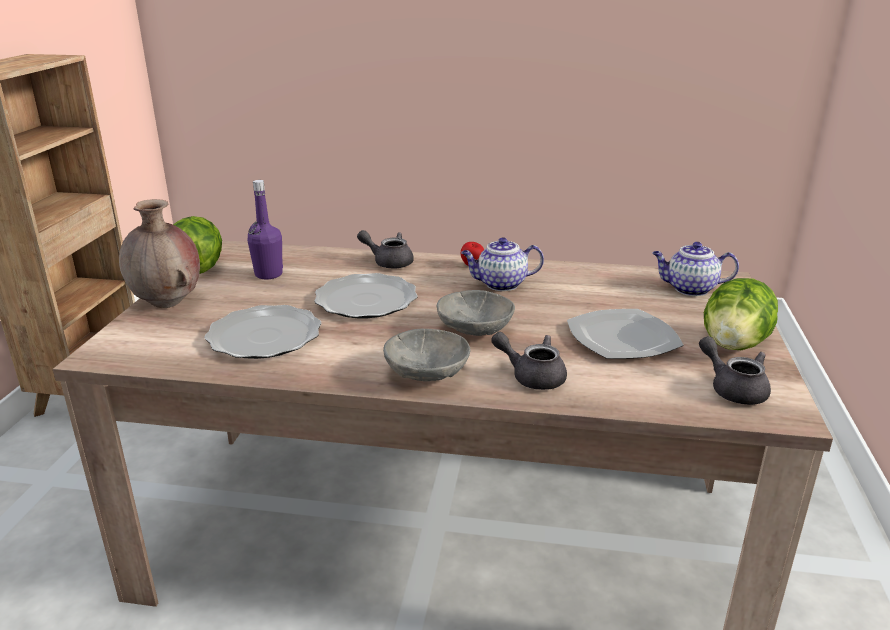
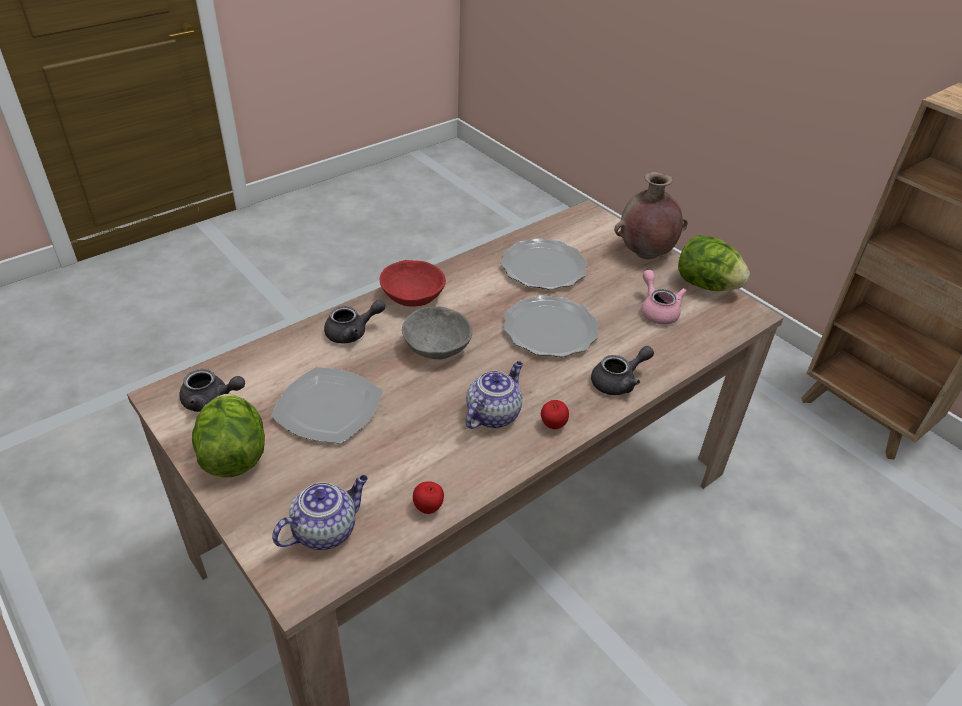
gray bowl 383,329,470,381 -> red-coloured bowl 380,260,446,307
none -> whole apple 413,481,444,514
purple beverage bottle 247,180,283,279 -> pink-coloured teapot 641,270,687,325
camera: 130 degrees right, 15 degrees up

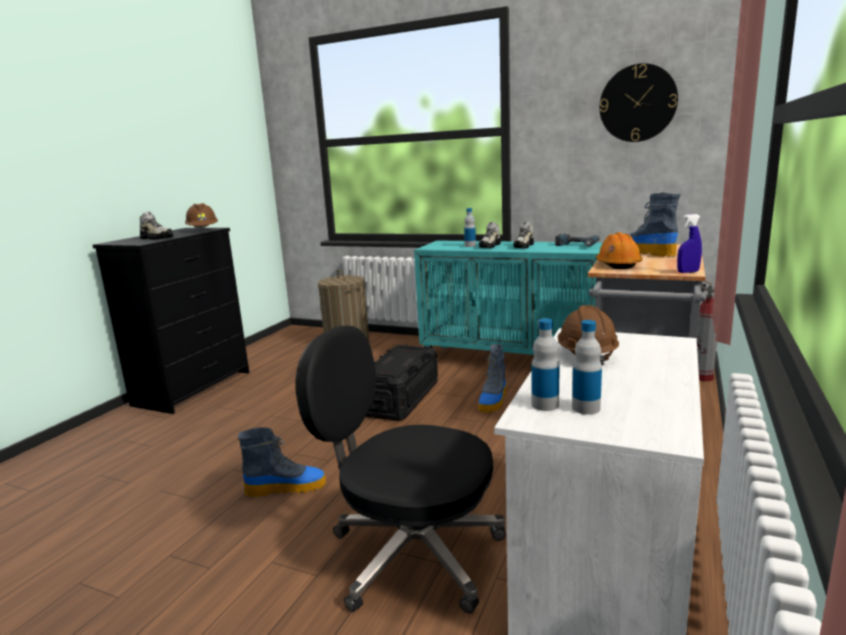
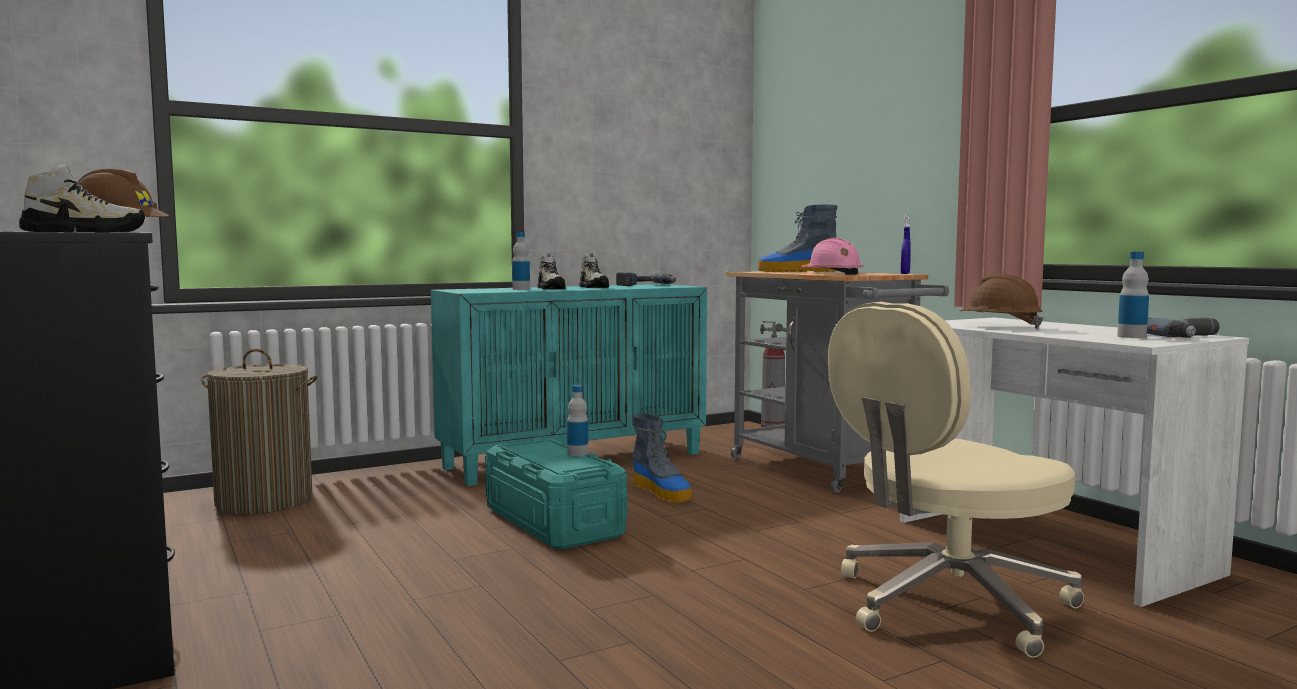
black storage bin 366,345,438,421 -> blue-green storage bin 485,439,627,549
beverage bottle 532,318,560,411 -> beverage bottle 567,385,588,456, relocated
orangey hard hat 596,232,643,269 -> pink-coloured hard hat 800,238,864,275
black computer chair 295,326,506,613 -> beige computer chair 828,302,1084,658
none -> electric drill 1147,318,1220,338
high-top boot 238,427,326,497 -> none
clock on the wall 599,63,678,142 -> none
camera: 55 degrees left, 10 degrees down

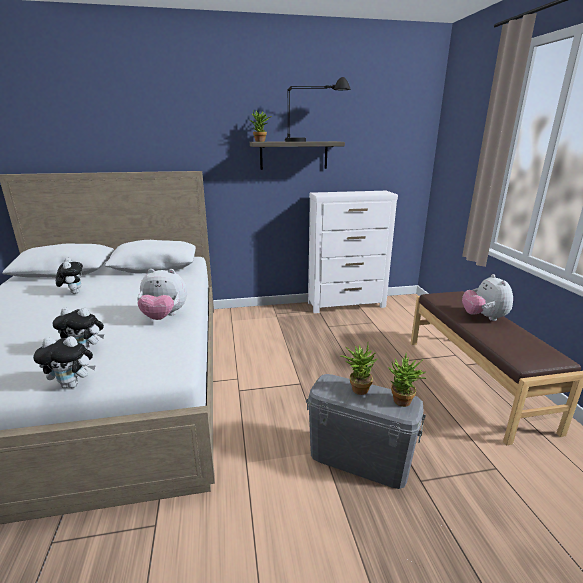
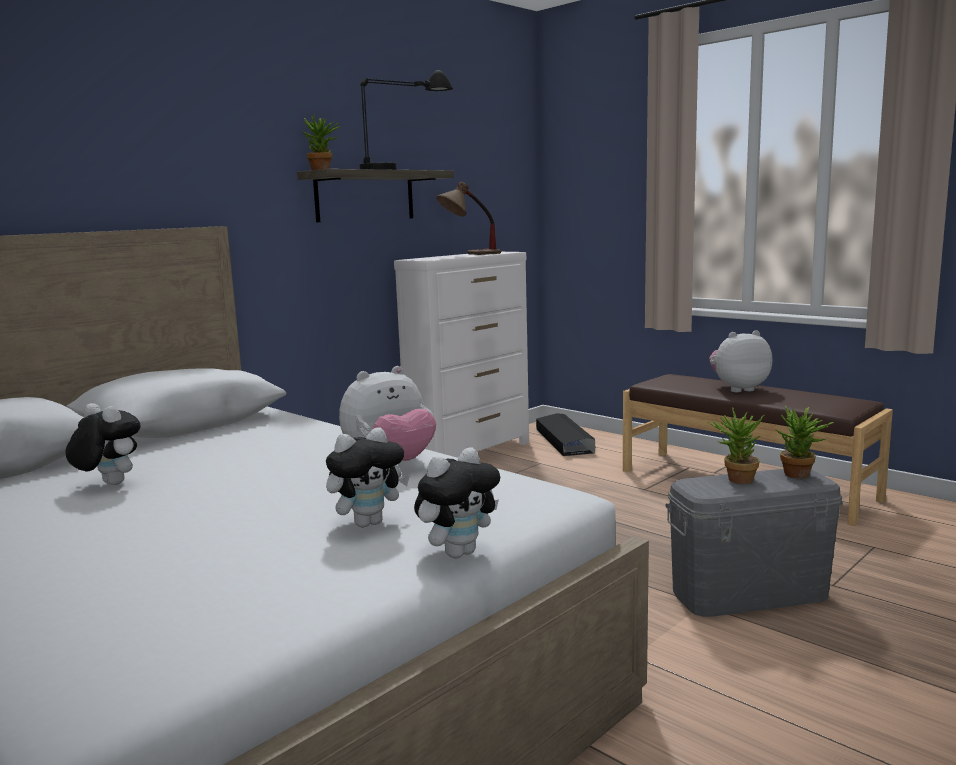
none -> tabletop lamp 436,182,501,255
none -> black storage bin 536,413,595,456
soft toy 462,274,513,321 -> soft toy 709,330,772,392, 120 degrees clockwise
camera: 35 degrees left, 10 degrees down

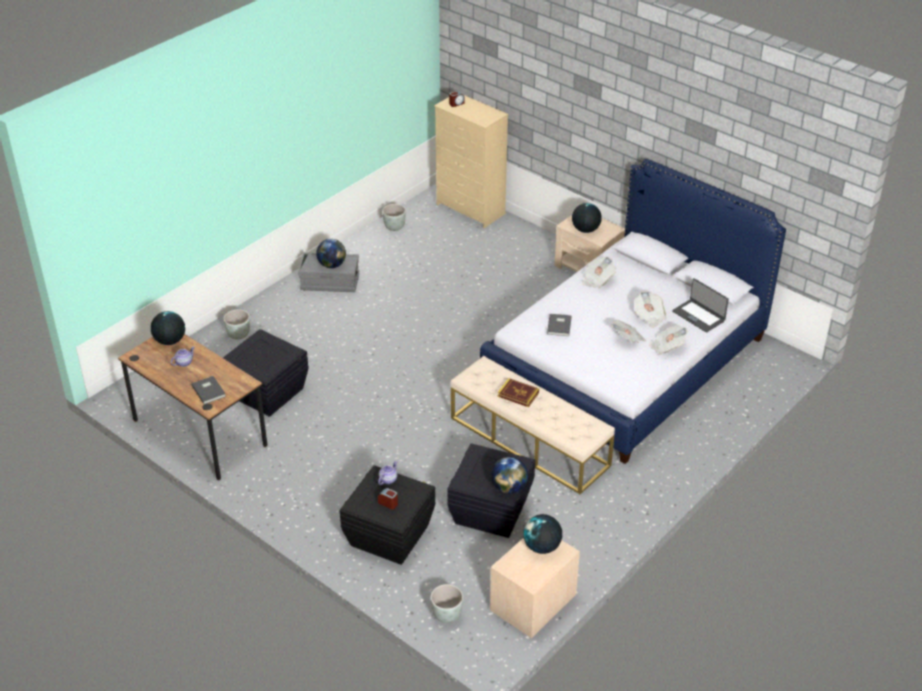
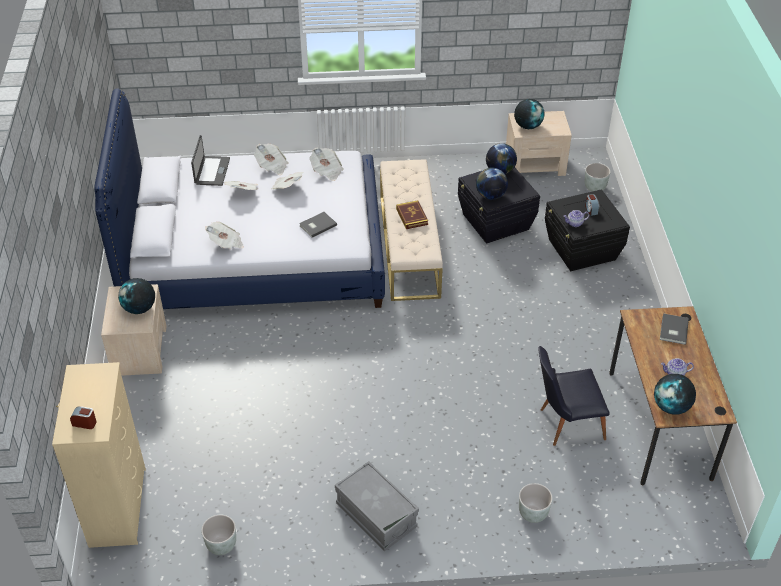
none -> newspaper 309,148,344,181
desk globe 316,239,346,268 -> desk globe 476,168,508,200, relocated
black storage bin 223,329,308,417 -> black plain chair 538,346,610,446
camera: 135 degrees left, 5 degrees up

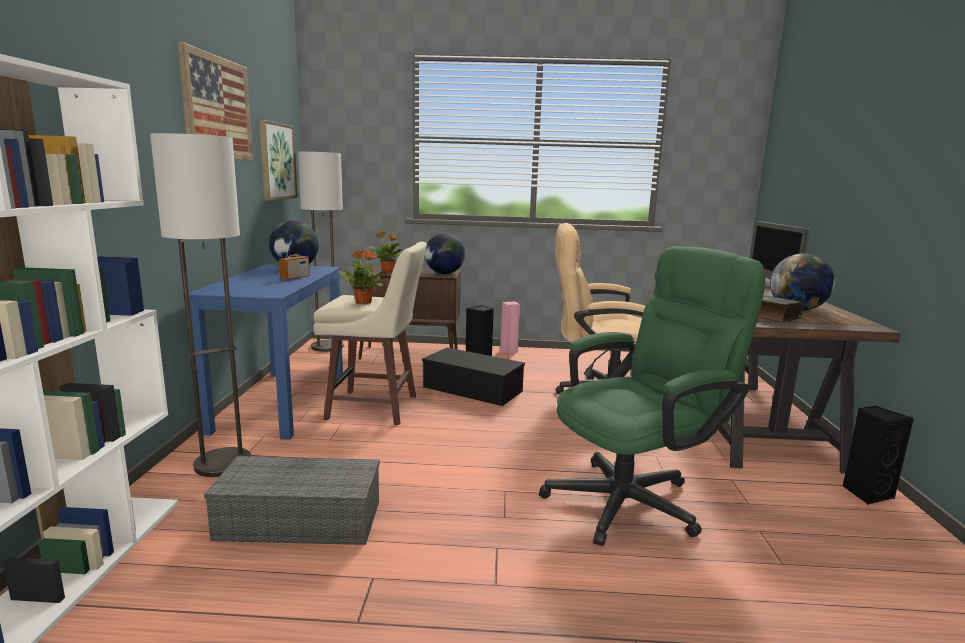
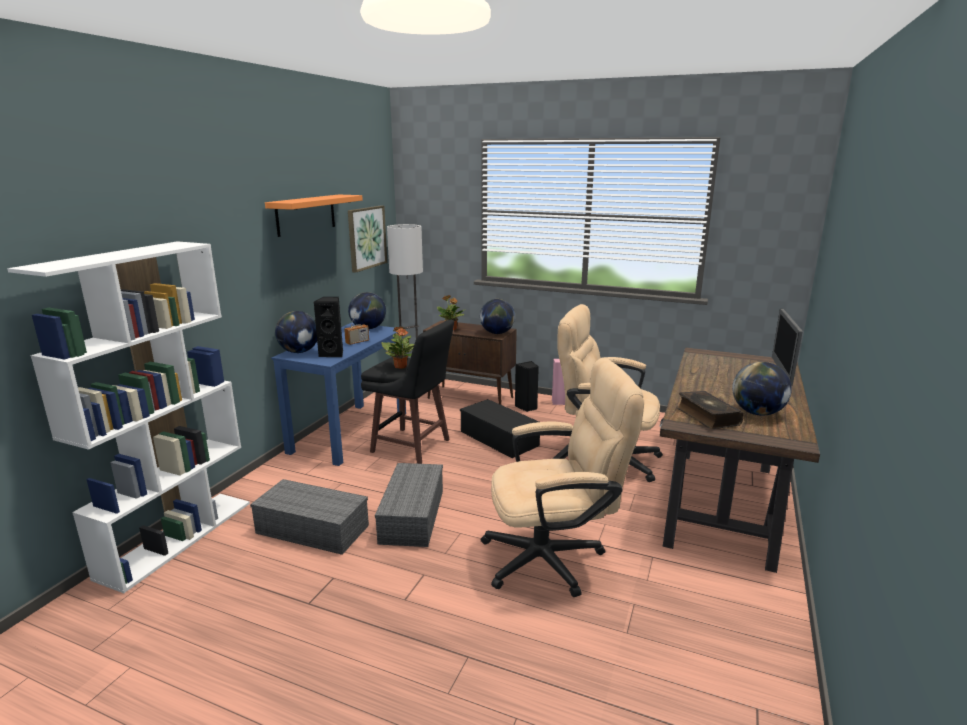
wall picture 178,42,253,161 -> orangey bracket shelf 265,194,363,237
none -> desk globe 275,311,317,353
black speaker 842,406,914,505 -> black speaker 313,297,343,357, relocated
beige sitting stool 313,242,427,425 -> black sitting stool 361,320,454,464
none -> gray storage bin 375,463,443,547
green-coloured computer chair 539,246,765,546 -> beige computer chair 481,358,644,597
standing lamp 150,133,251,477 -> none
camera: 20 degrees right, 5 degrees up

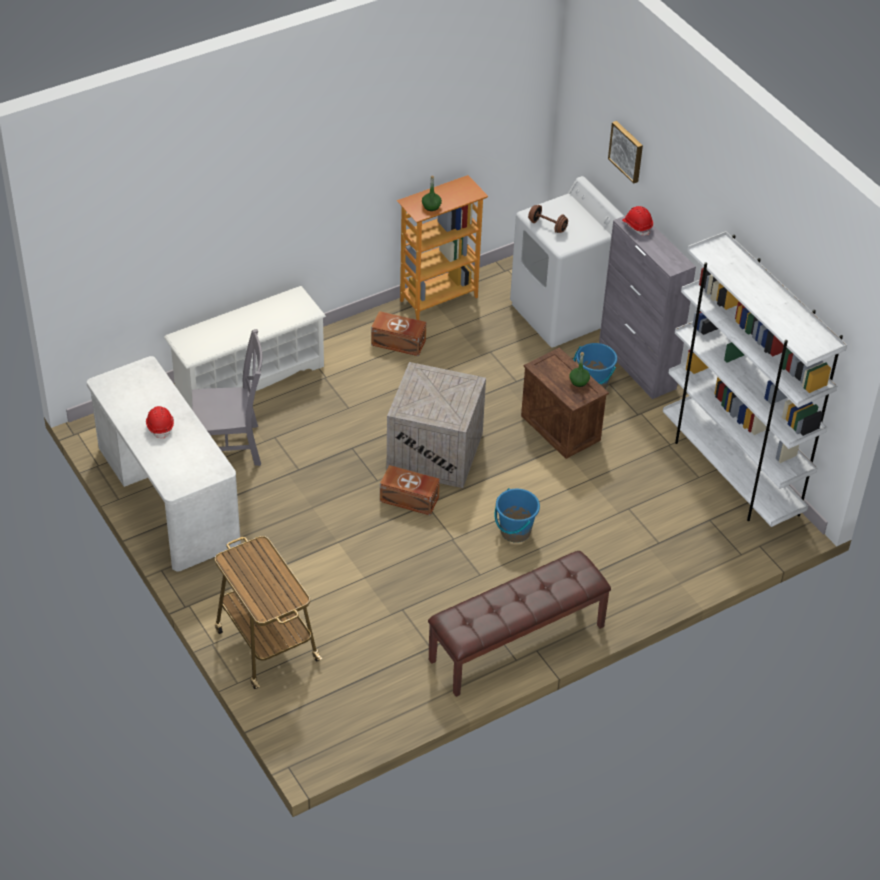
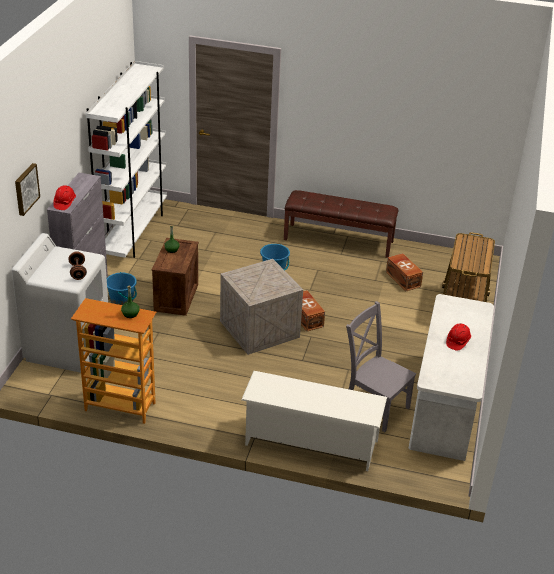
brownish storage bin 371,311,426,356 -> brownish storage bin 386,253,423,291, relocated
camera: 135 degrees left, 10 degrees down

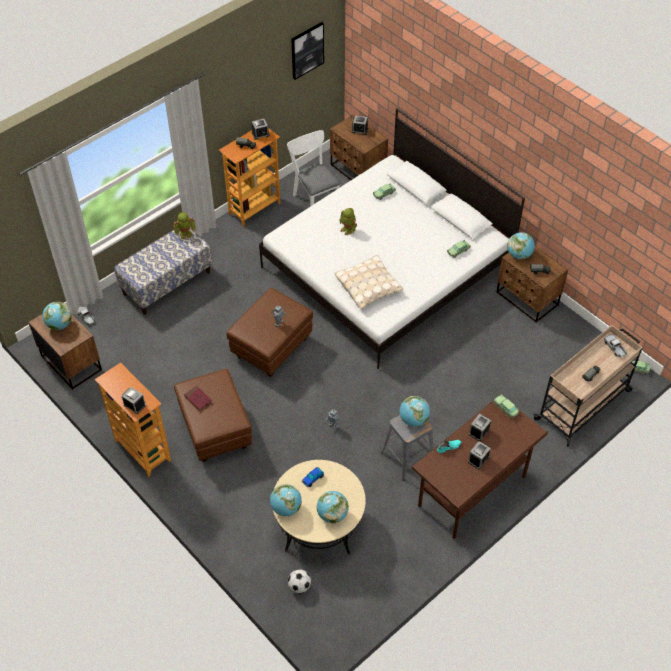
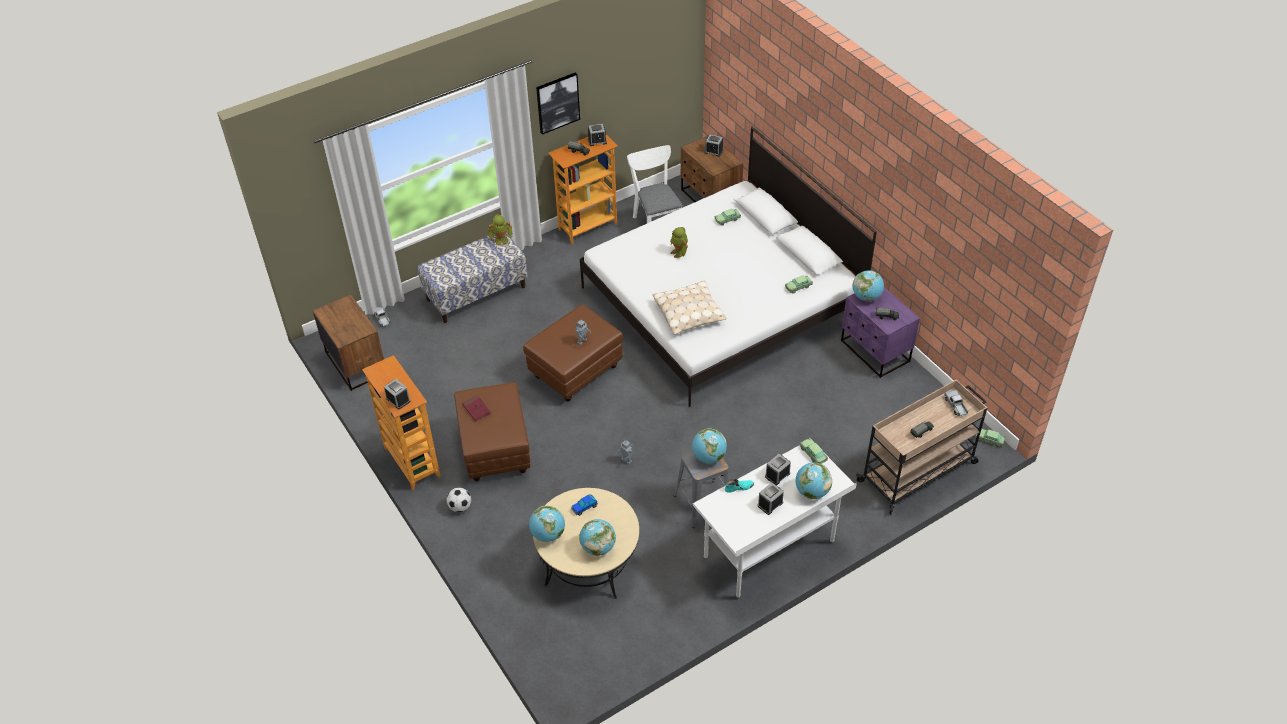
ball for football 288,569,311,593 -> ball for football 447,487,471,512, relocated
wall picture 291,22,324,80 -> wall picture 536,72,580,135, relocated
brownish desk unit 412,395,548,539 -> white desk unit 693,445,857,598
desk globe 42,302,72,330 -> desk globe 796,463,832,499, relocated
brownish bedside table 497,246,568,323 -> purple bedside table 841,287,920,378
camera: 10 degrees right, 5 degrees down

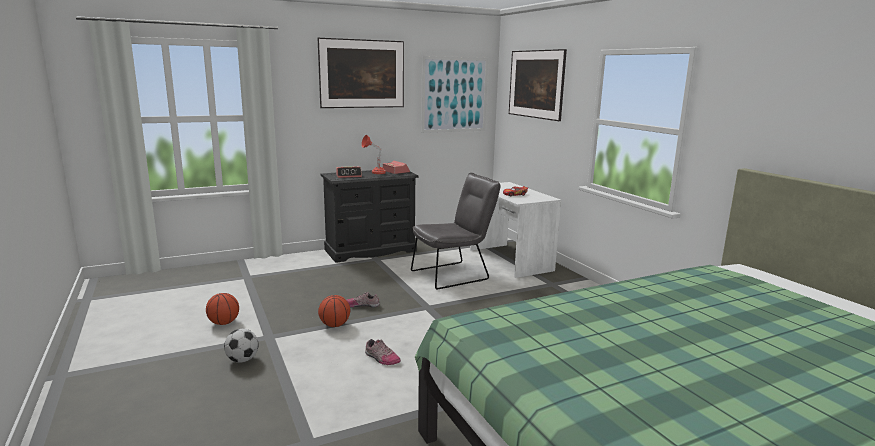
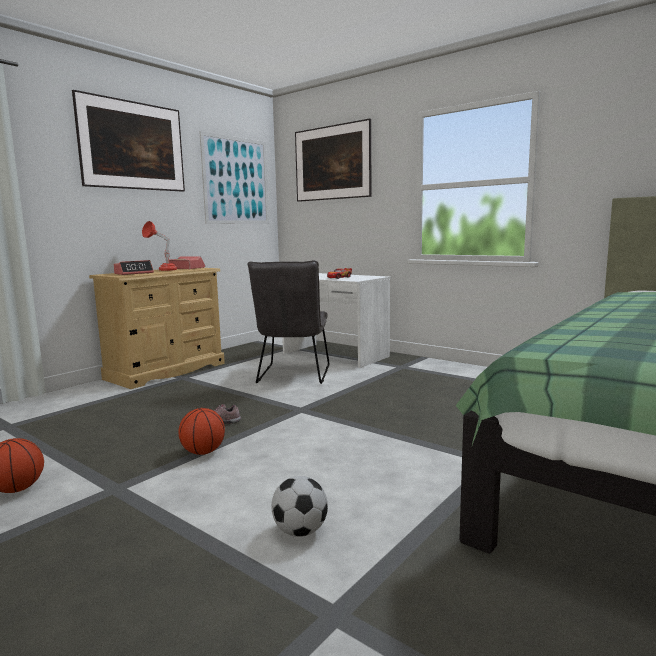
black drawer chest 321,170,419,263 -> beige drawer chest 89,268,225,389
gray plain chair 411,173,501,289 -> gray plain chair 247,260,329,384, 150 degrees clockwise
ball for football 224,329,258,363 -> ball for football 271,476,328,537, relocated
item of footwear 365,339,401,365 -> none
camera: 25 degrees left, 5 degrees down

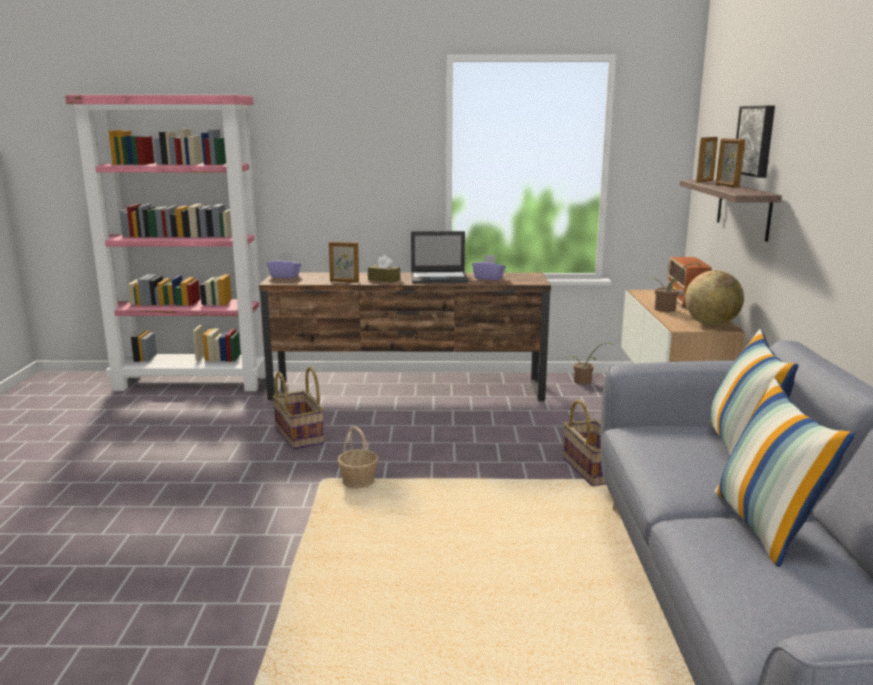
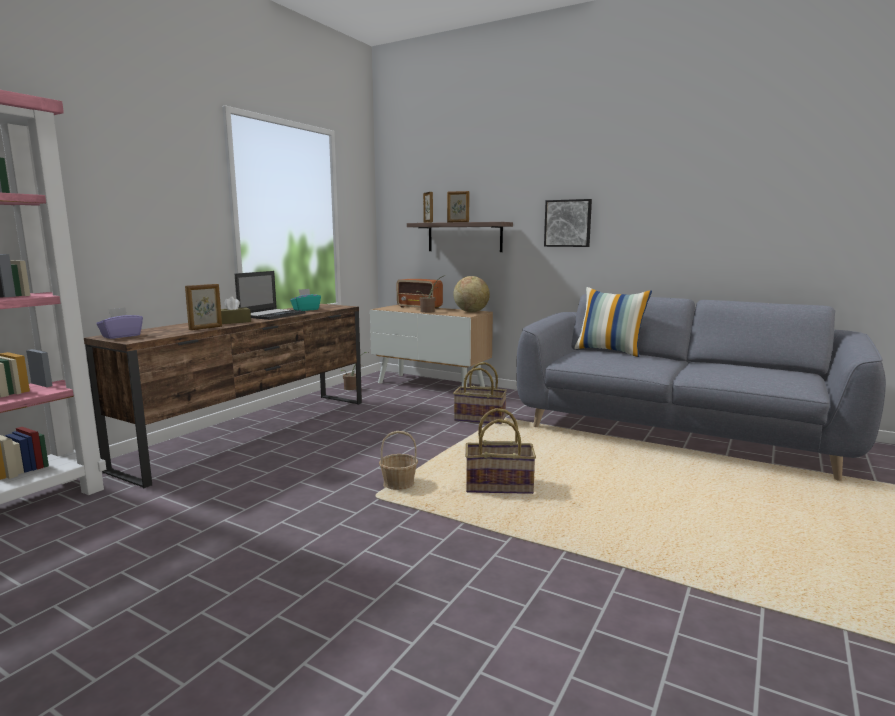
purple tissue box 472,254,506,281 -> blue-green tissue box 290,289,321,311
storage basket 273,367,324,450 -> storage basket 465,408,536,494, relocated
wall picture 736,106,775,178 -> wall picture 544,199,592,247, relocated
throw pillow 715,378,855,567 -> none
camera: 60 degrees left, 5 degrees down

